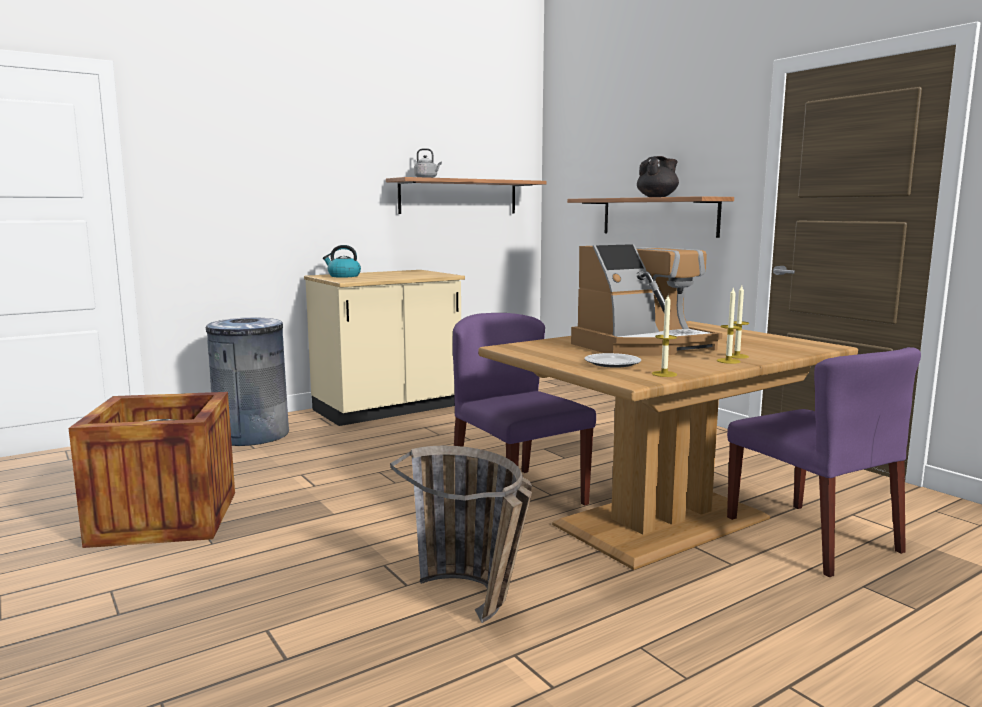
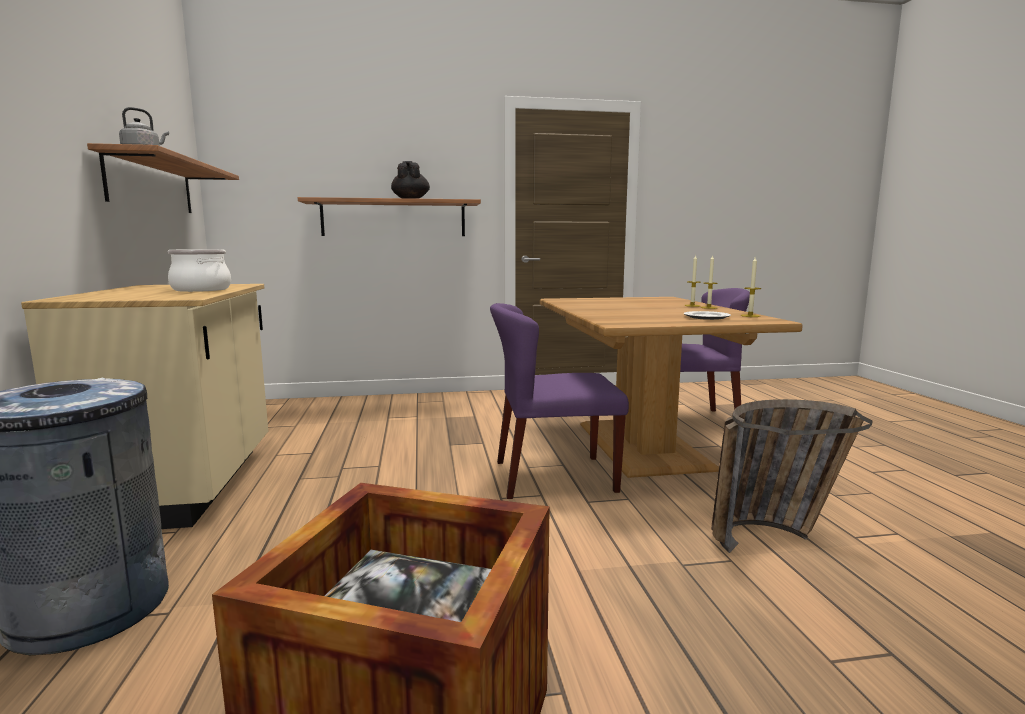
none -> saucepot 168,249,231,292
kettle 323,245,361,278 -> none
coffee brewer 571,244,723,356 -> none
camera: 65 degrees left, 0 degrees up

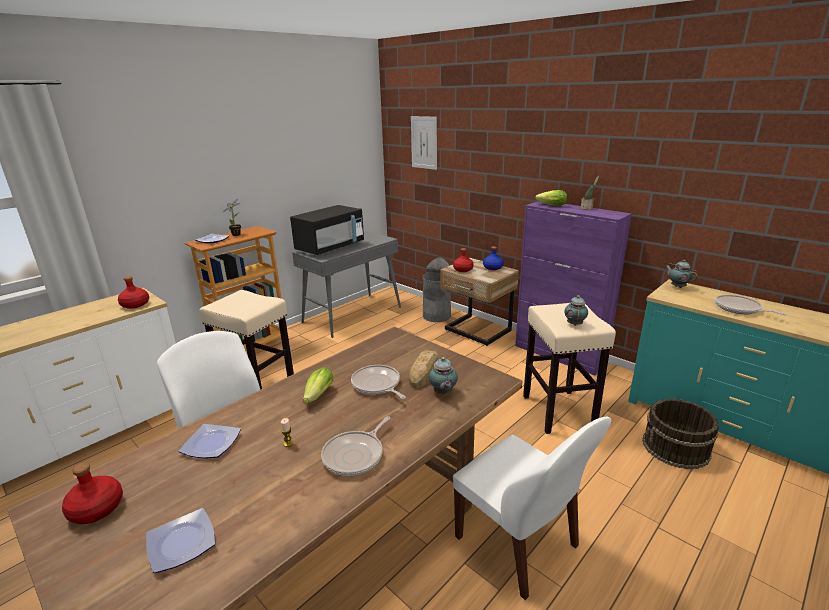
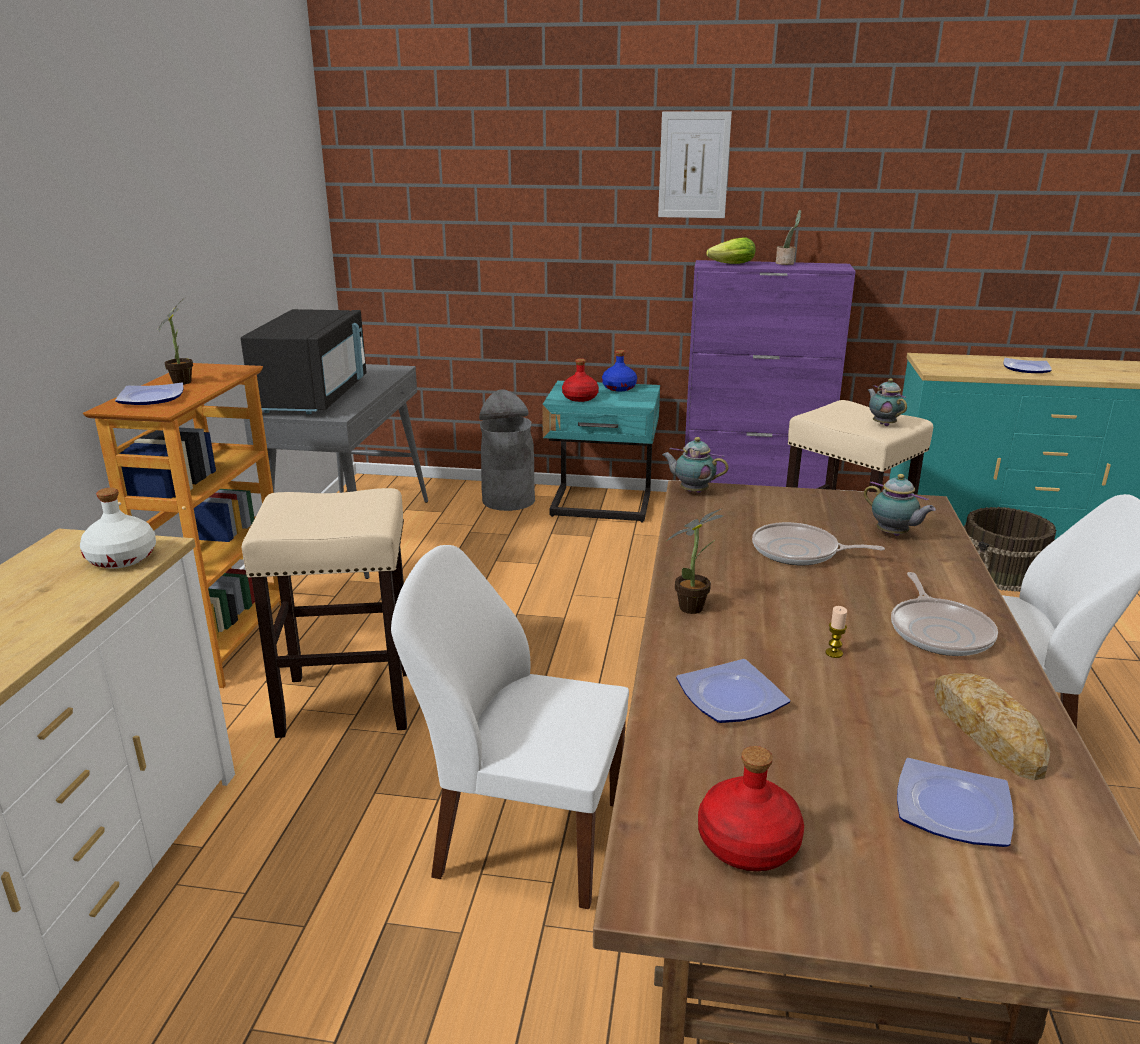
red-coloured beverage bottle 118,276,149,309 -> white beverage bottle 80,488,156,569
beige bedside table 440,258,519,346 -> blue-green bedside table 542,381,660,522
wall picture 411,116,437,170 -> wall picture 658,112,732,218, relocated
teapot 665,260,698,288 -> teapot 662,437,729,493, relocated
none -> houseplant 665,508,723,614
bakery bread 409,350,438,389 -> bakery bread 934,673,1050,780, relocated
frying pan 715,294,786,315 -> flat dish 1003,358,1052,373
head of lettuce 303,367,333,404 -> none
camera: 35 degrees left, 0 degrees up

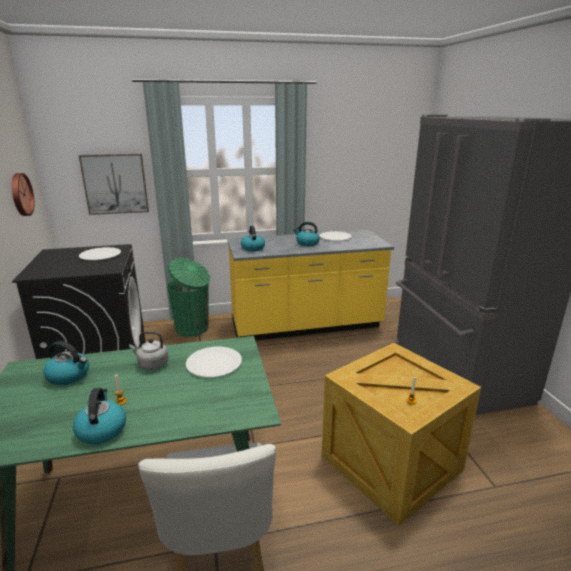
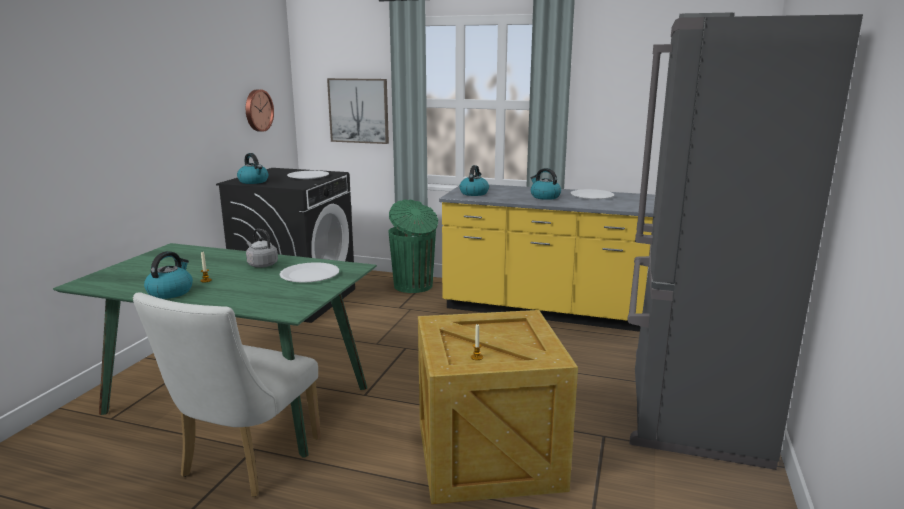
kettle 43,341,89,385 -> kettle 237,153,268,184, relocated
camera: 30 degrees right, 5 degrees down

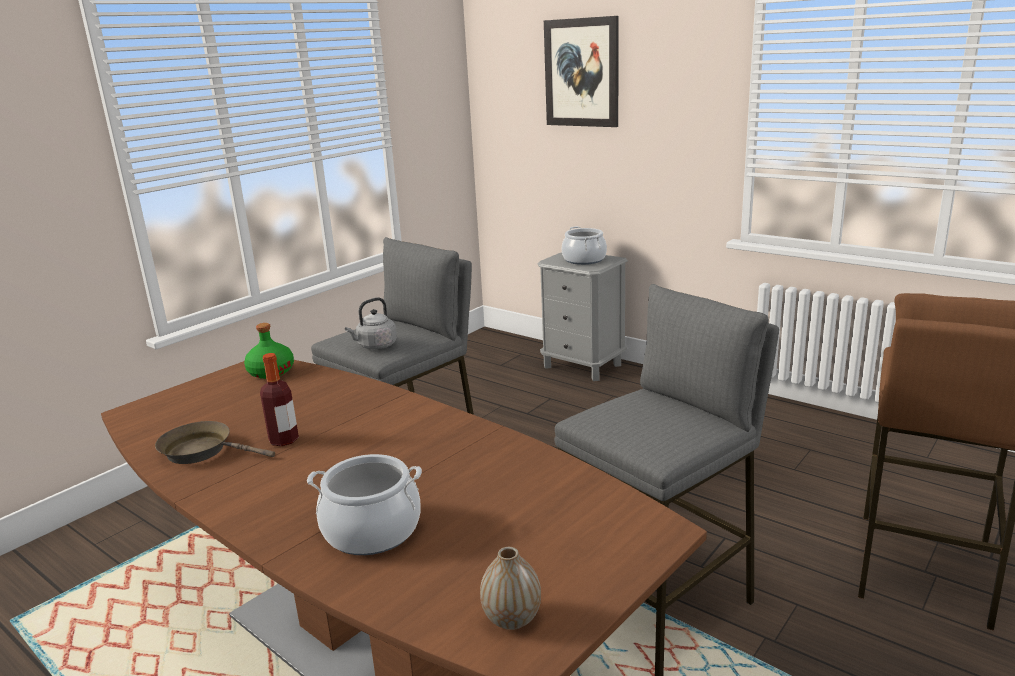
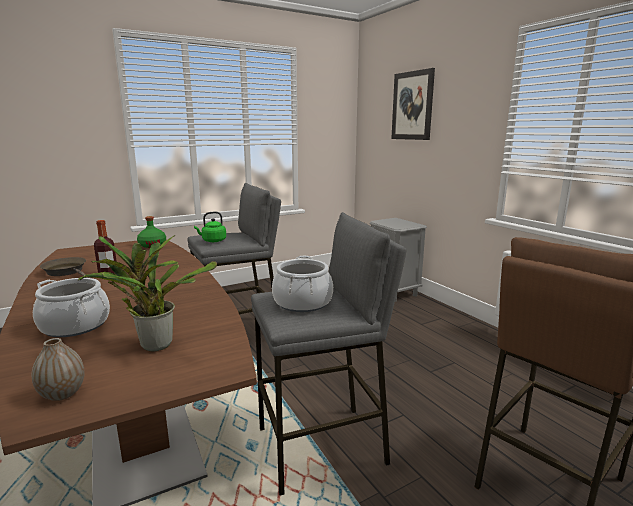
none -> houseplant 77,235,217,351
gray kettle 345,297,397,349 -> green-coloured kettle 194,212,226,242
saucepot 561,226,607,265 -> saucepot 272,256,333,312, relocated
camera: 20 degrees right, 5 degrees down

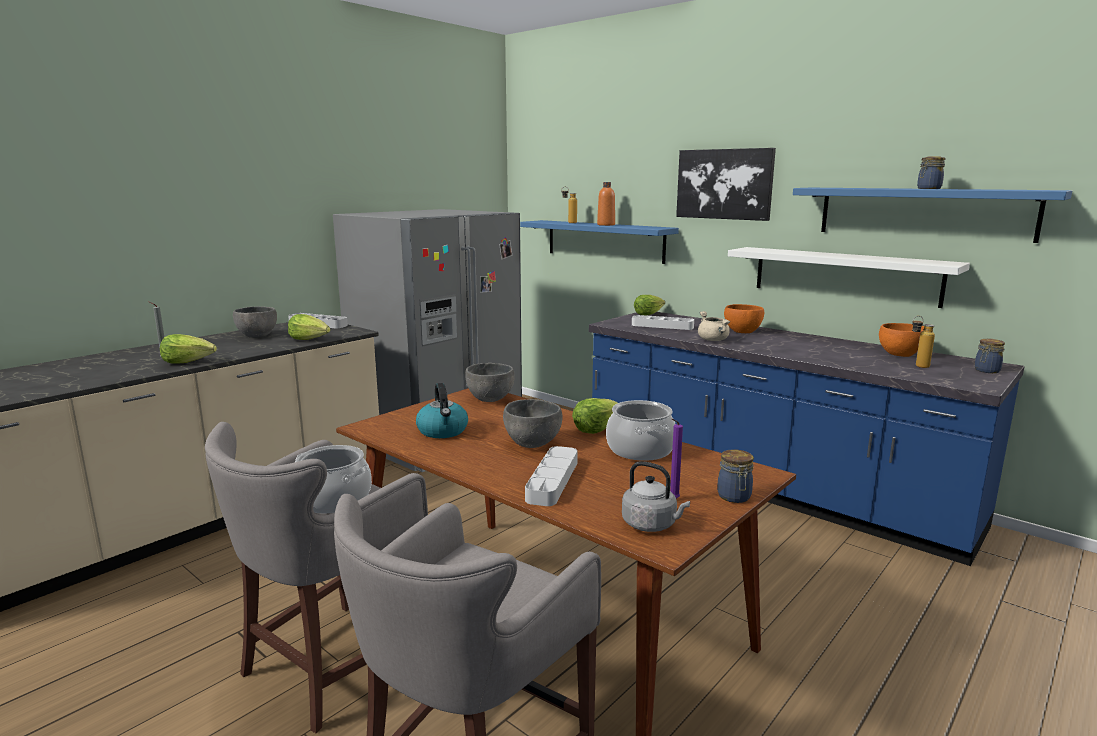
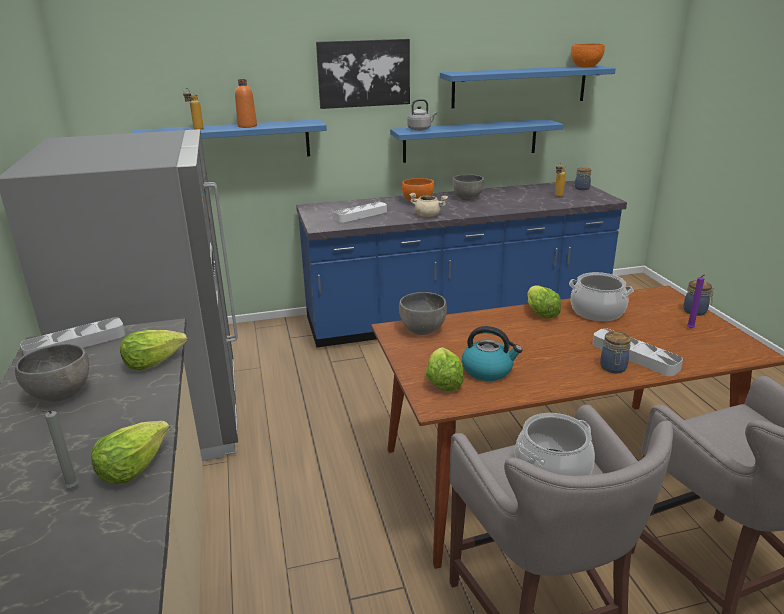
white bracket shelf 728,247,970,308 -> blue bracket shelf 390,119,564,163
gray kettle 622,461,690,532 -> gray kettle 408,99,437,131, relocated
head of lettuce 634,295,665,315 -> head of lettuce 426,347,464,391, relocated
gray bowl 503,399,563,448 -> gray bowl 453,175,484,200, relocated
orangey bowl 879,323,924,357 -> orangey bowl 571,43,605,67, relocated
preserve jar 917,156,946,189 -> preserve jar 600,331,631,373, relocated
camera: 55 degrees left, 10 degrees up

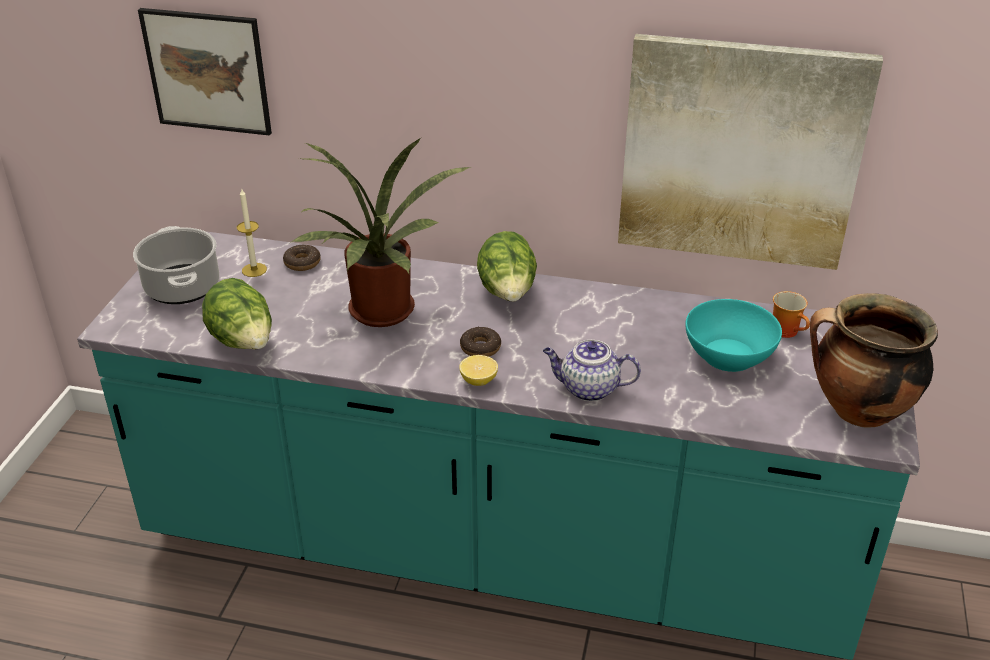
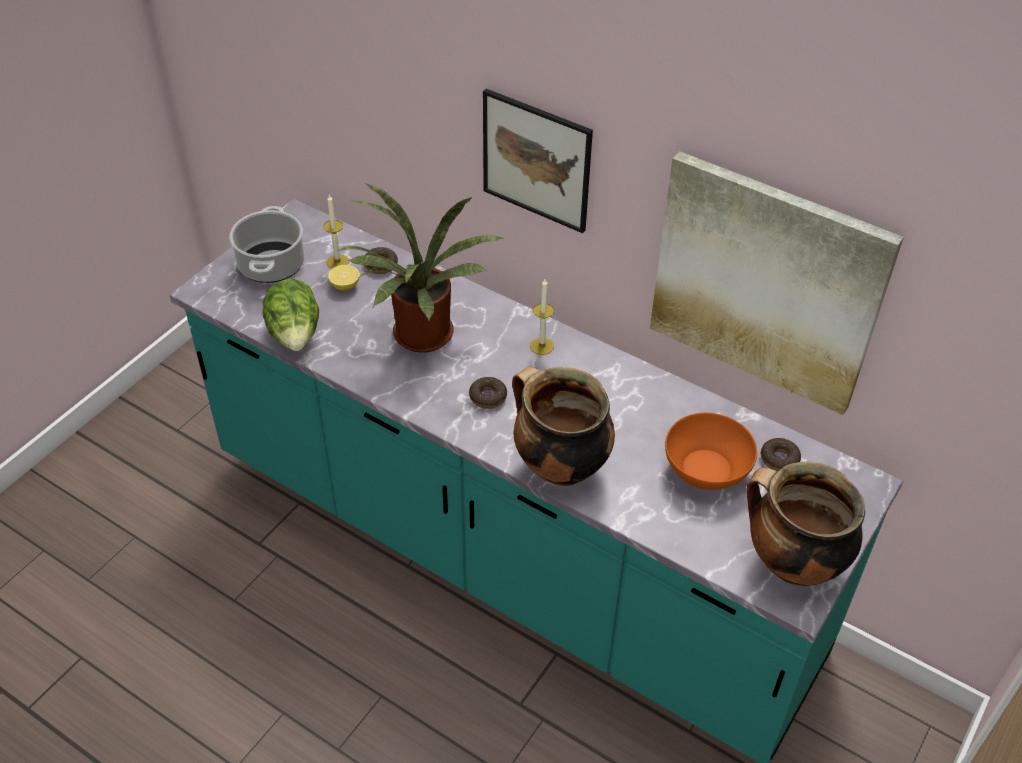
citrus fruit 459,355,498,386 -> citrus fruit 328,265,360,290, relocated
wall picture 138,8,272,135 -> wall picture 483,89,593,233, relocated
teapot 543,340,641,402 -> saucepot 512,367,615,486
head of lettuce 477,231,537,302 -> wax candle 530,279,554,355
blue-green bowl 685,299,782,372 -> orangey bowl 665,413,757,490
coffee mug 773,291,810,338 -> doughnut 761,438,801,471
camera: 20 degrees right, 10 degrees up

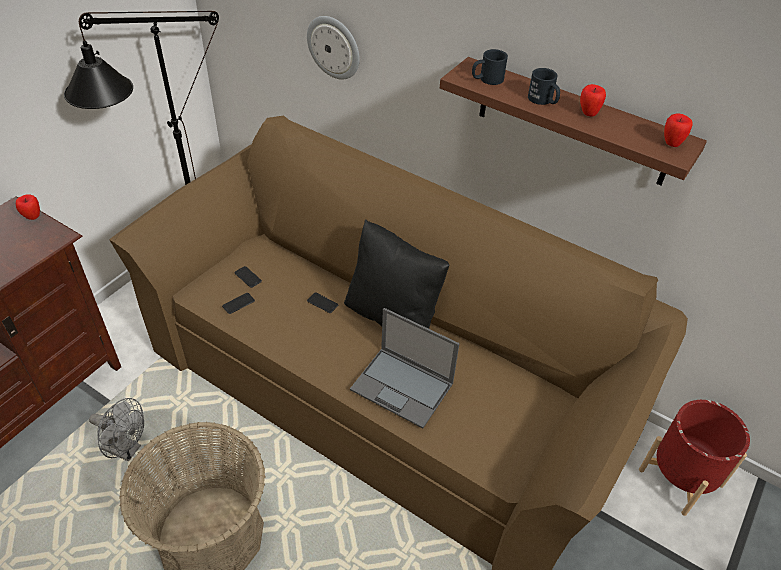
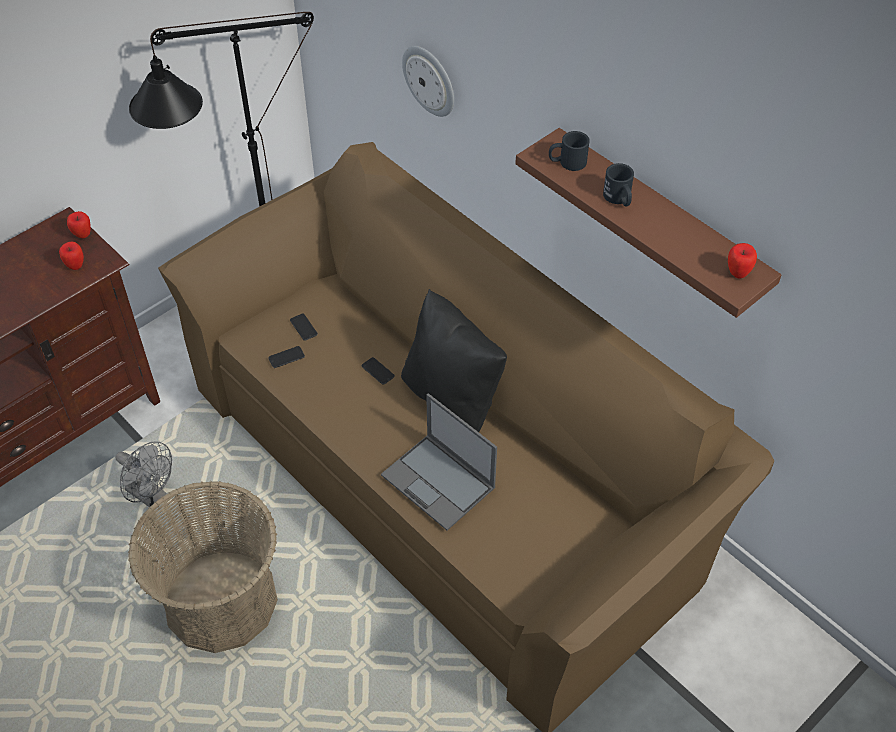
whole apple 580,84,606,117 -> whole apple 59,241,84,270, relocated
red-coloured flower pot 639,400,750,516 -> none
camera: 15 degrees right, 5 degrees up

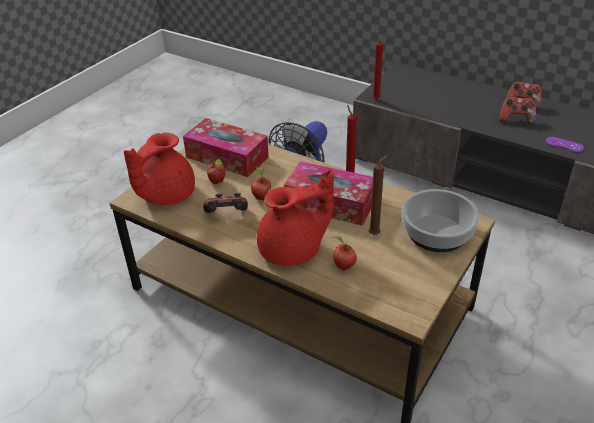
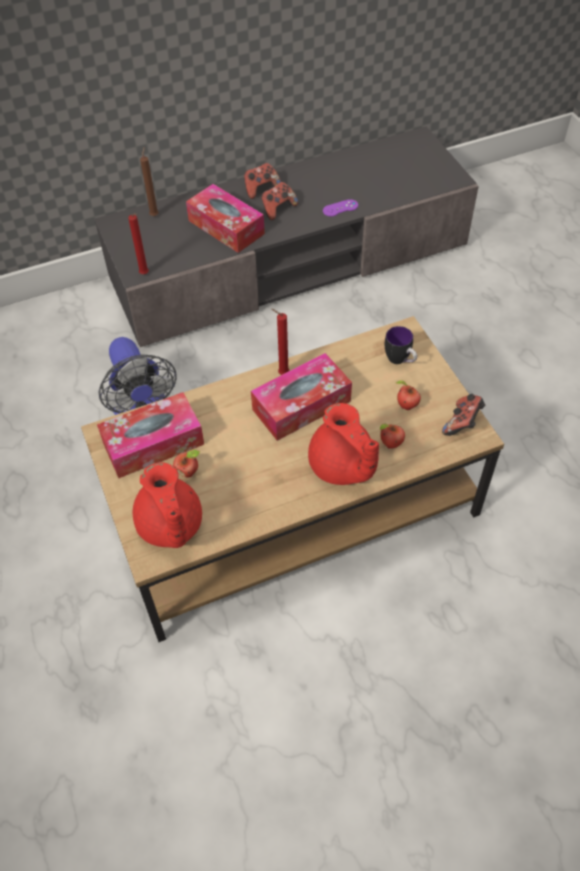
brownish wax candle 369,155,388,235 -> brownish wax candle 140,148,159,216, relocated
none -> tissue box 186,184,265,253
red-coloured teapot 257,169,334,266 -> red-coloured teapot 308,403,379,485, 135 degrees clockwise
bowl 402,189,479,252 -> coffee mug 385,326,417,364
whole apple 251,167,271,200 -> whole apple 396,380,421,410, relocated
joypad 203,193,248,213 -> joypad 442,394,485,436, relocated
camera: 55 degrees left, 15 degrees up

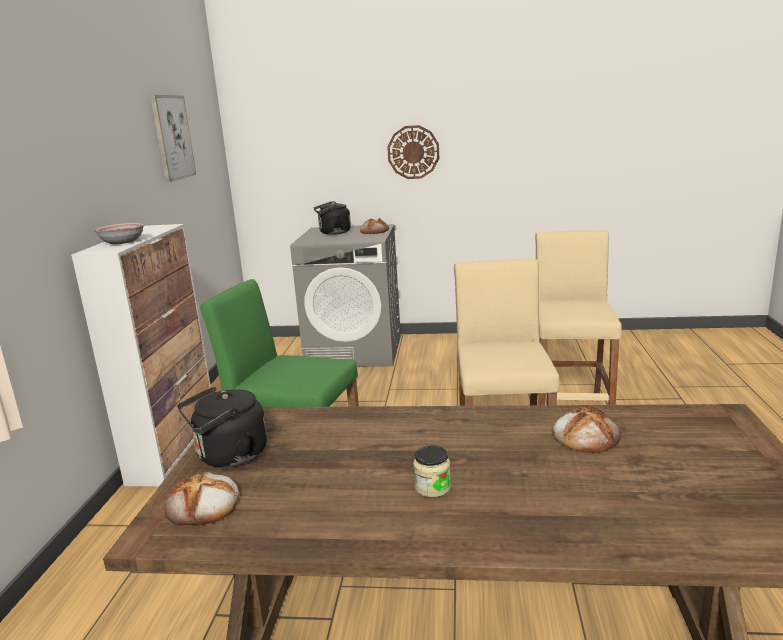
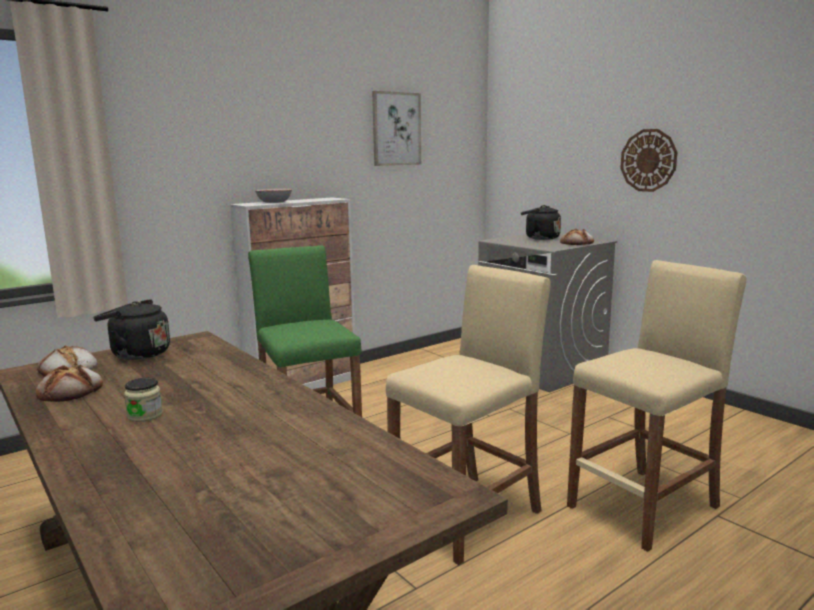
bakery bread 553,406,621,453 -> bakery bread 36,365,103,402, relocated
camera: 45 degrees right, 5 degrees down

